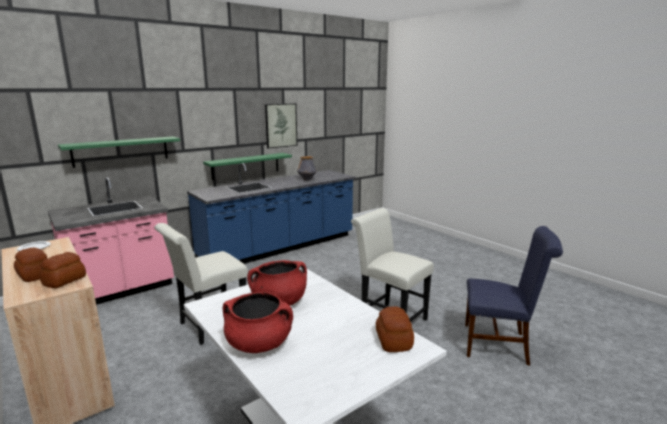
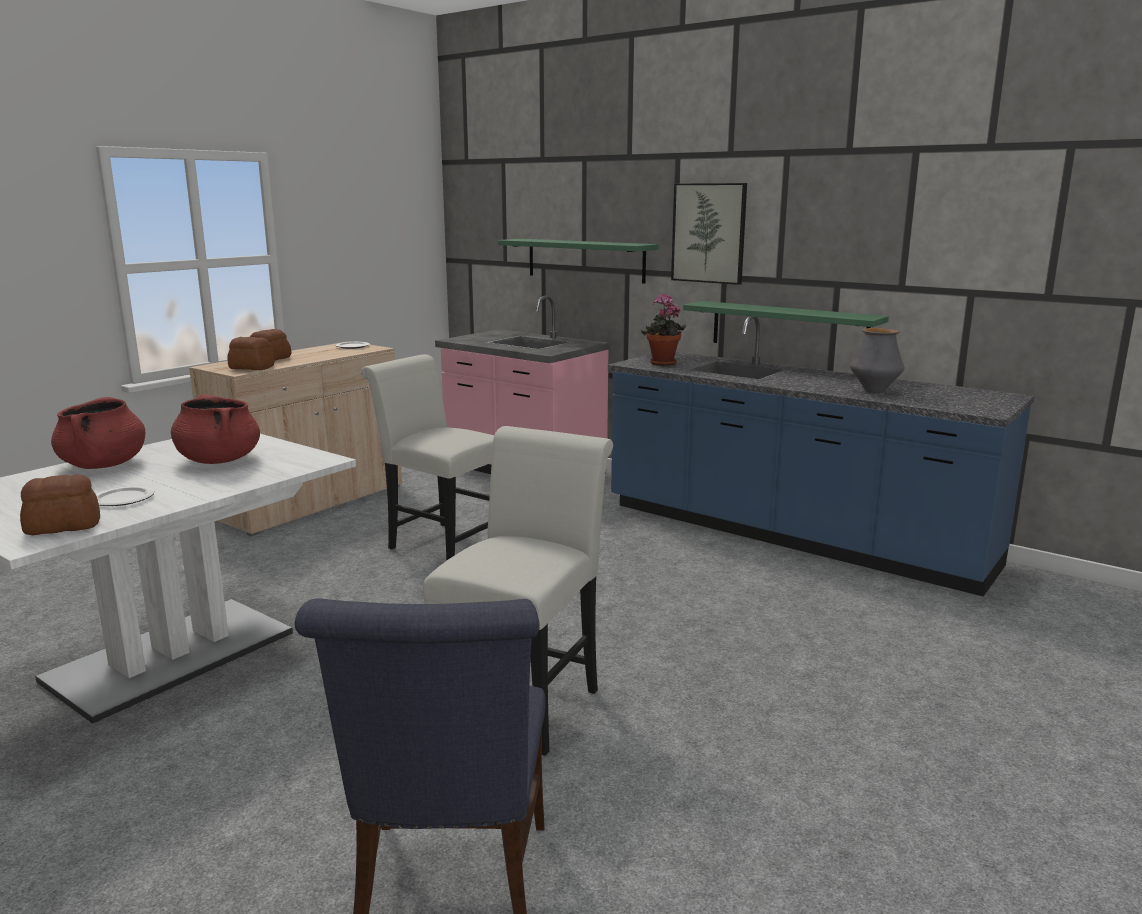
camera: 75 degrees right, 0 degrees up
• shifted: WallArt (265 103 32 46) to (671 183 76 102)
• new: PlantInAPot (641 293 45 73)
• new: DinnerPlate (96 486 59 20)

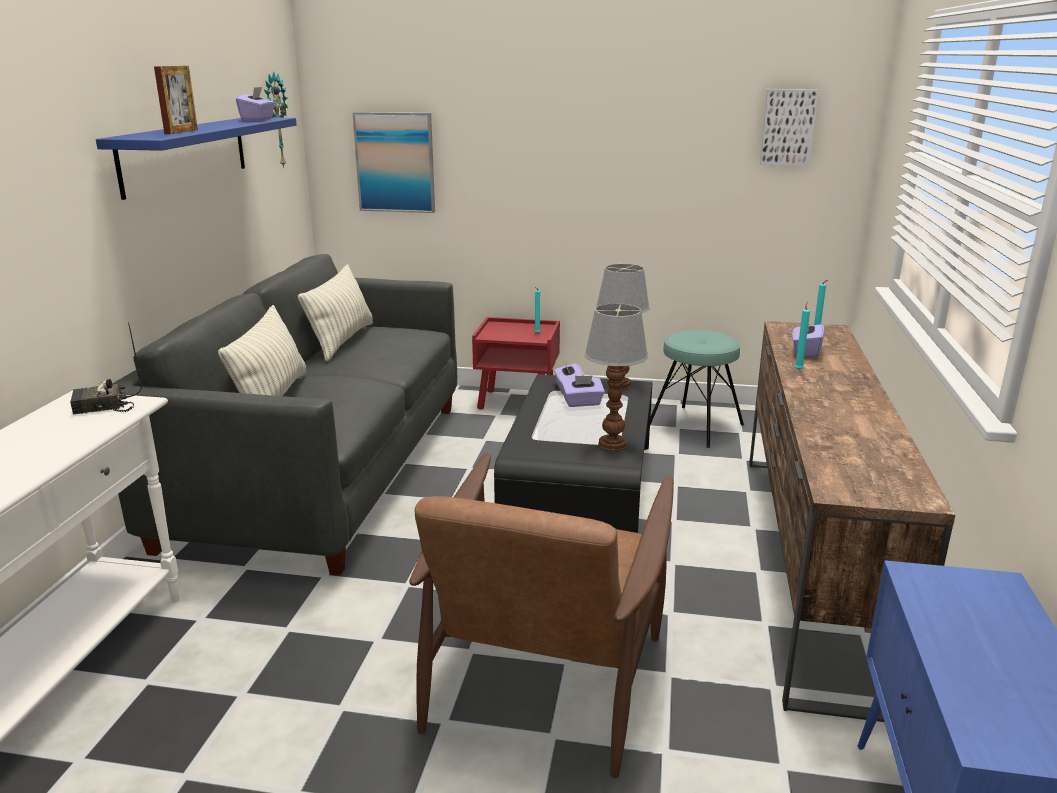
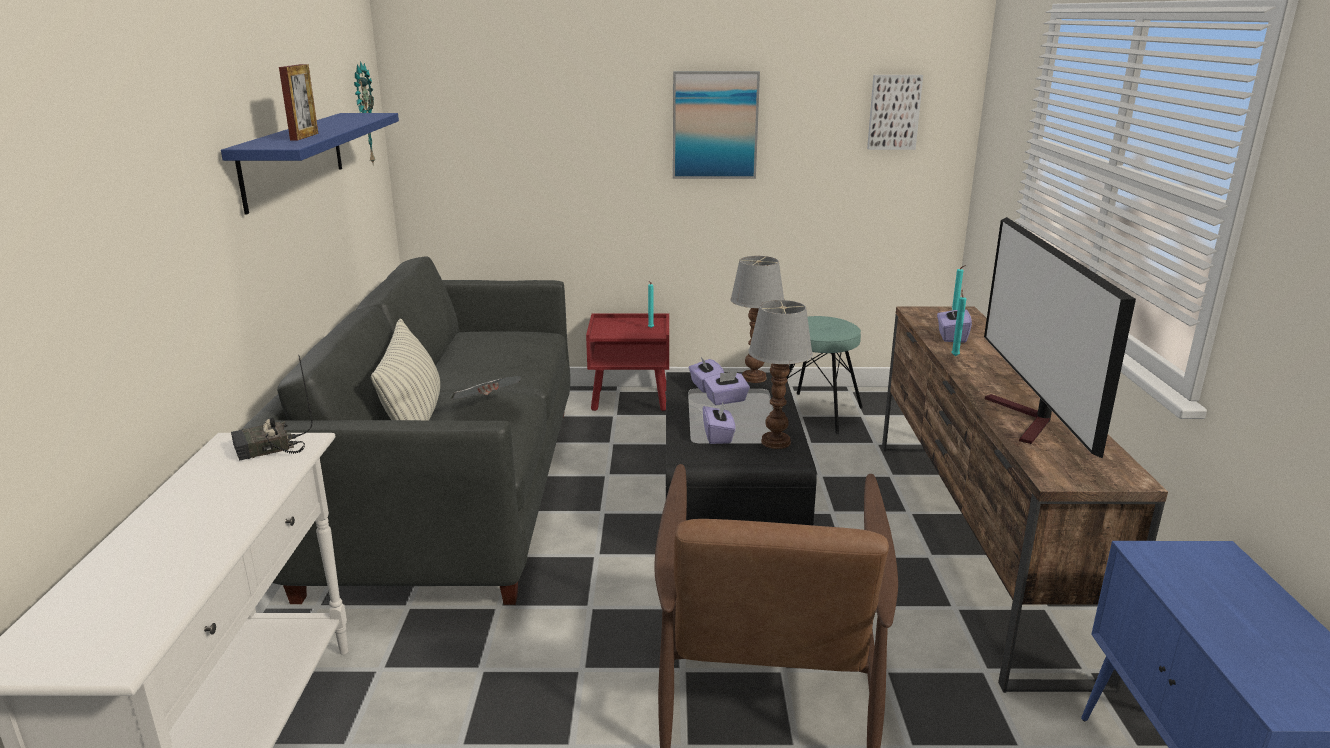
camera: 10 degrees left, 0 degrees up
• shifted: PurpleBoxOfTissues (236 87 39 34) to (702 403 34 41)
• shifted: WallArt (352 112 83 101) to (673 71 87 108)
• gone: ThrowPillow (298 264 75 98)
• new: Tv (984 217 152 242)
• new: Newspaper (449 376 72 24)

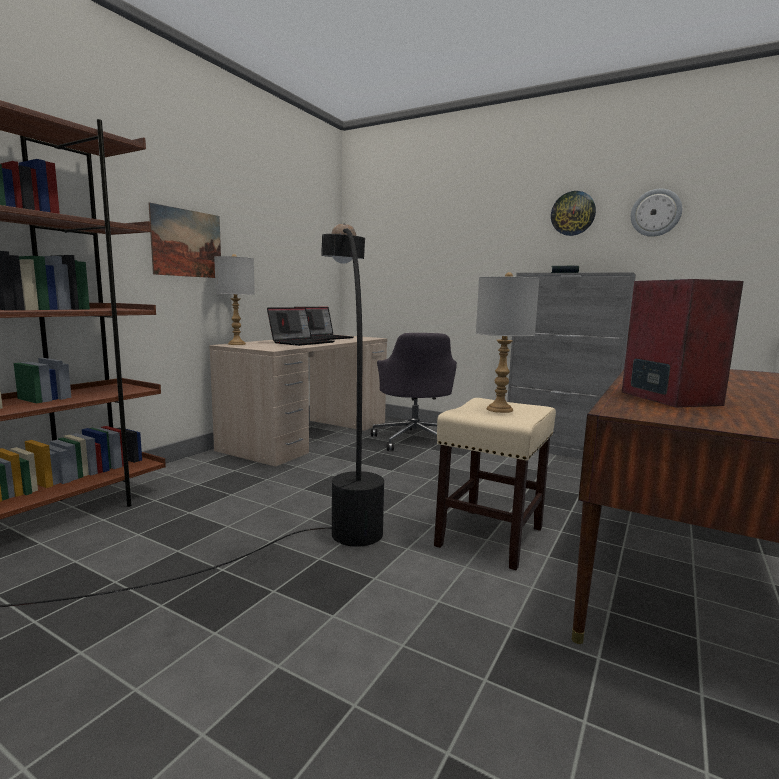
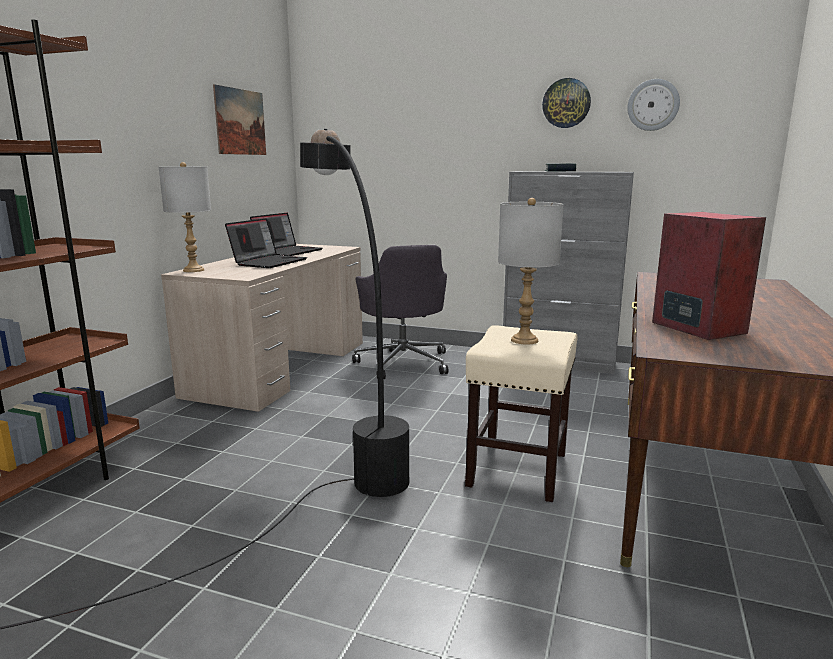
camera: 10 degrees left, 5 degrees up
• shifted: WallArt (148 203 73 75) to (213 84 53 71)

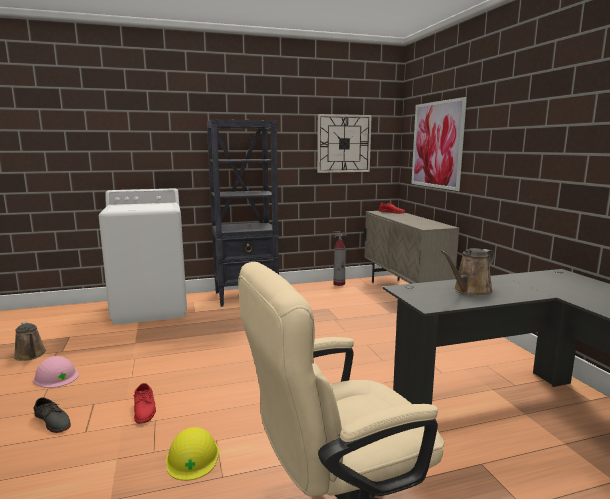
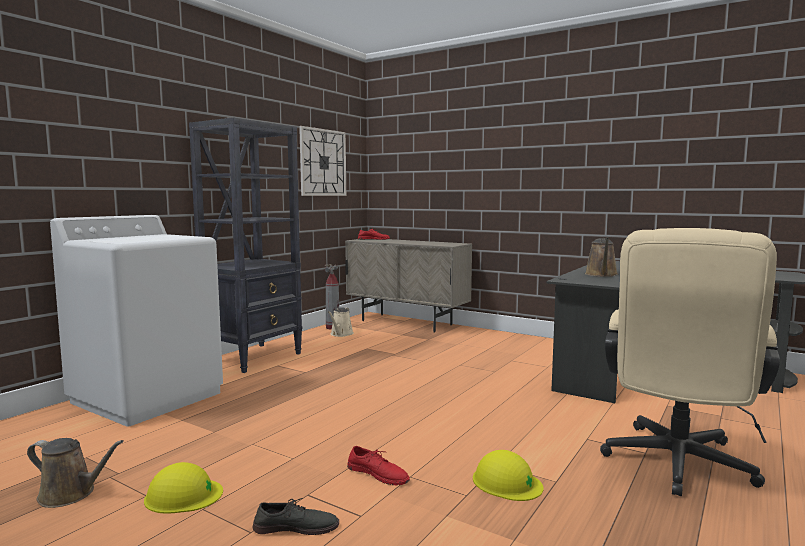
camera: 40 degrees left, 5 degrees down
• gone: WallArt (411 97 56 94)
• repainted: PinkColouredSafetyHelmet (33 356 46 32) to YellowishSafetyHelmet (144 462 79 52)
• new: BeigeWateringPot (328 307 26 30)

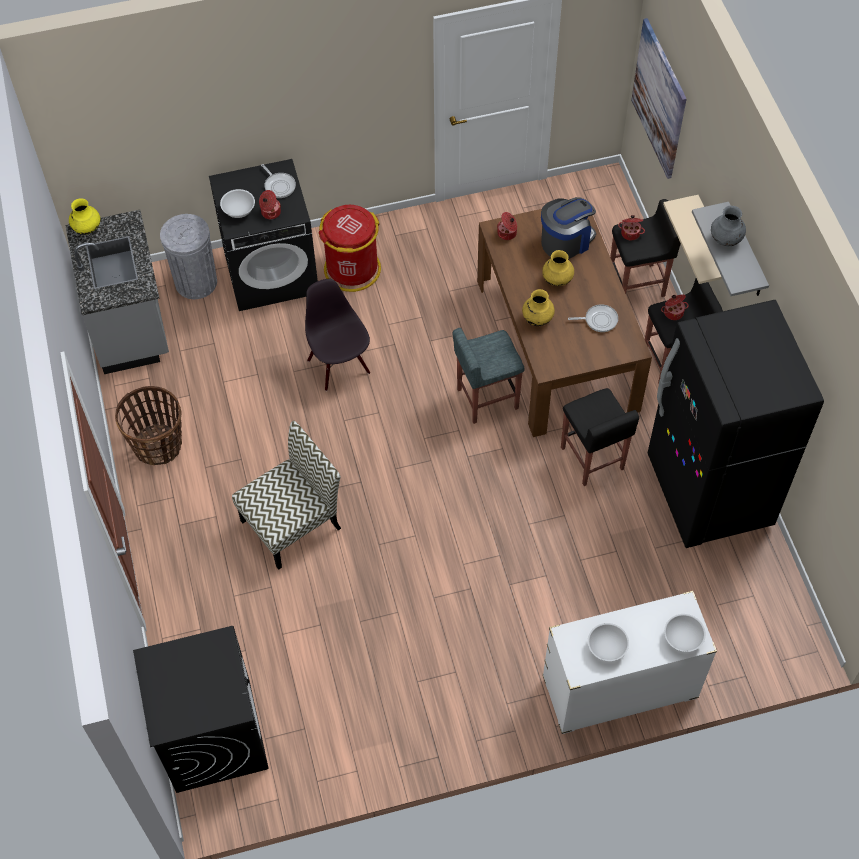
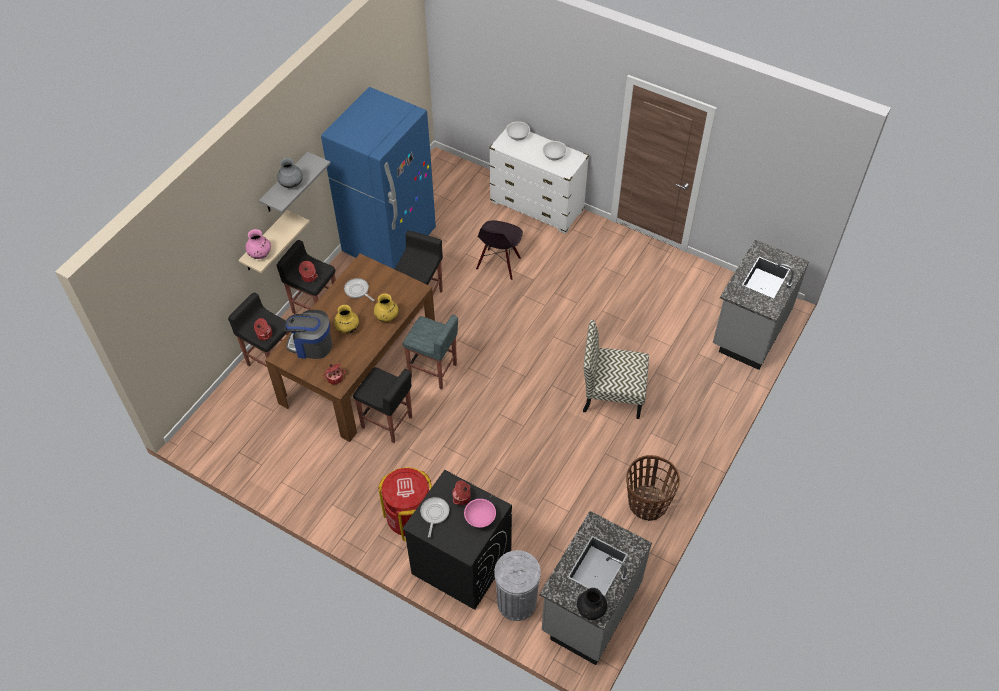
camera: 135 degrees left, 5 degrees down
• gone: WallArt (631 18 56 161)
• repainted: WhitishDeepDish (220 189 35 29) to PinkColouredDeepDish (464 499 32 29)
• repainted: YellowishVase (69 198 32 37) to BlackishVase (577 588 30 32)
• shifted: BlackishPlainChair (305 279 65 112) to (476 220 47 60)
• repainted: BlackishFridge (648 300 176 248) to BluishFridge (321 87 115 182)
• swapped: BlackishLaundryMachine (133 626 136 167) to GrayKitchenBaseUnit (713 240 96 130)
• new: PinkColouredVase (245 229 26 30)
• new: BlackishStoolSeat (353 367 59 76)

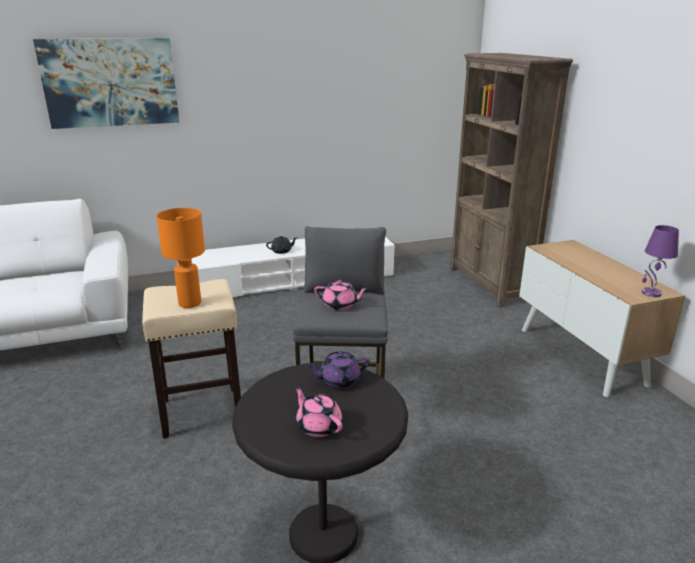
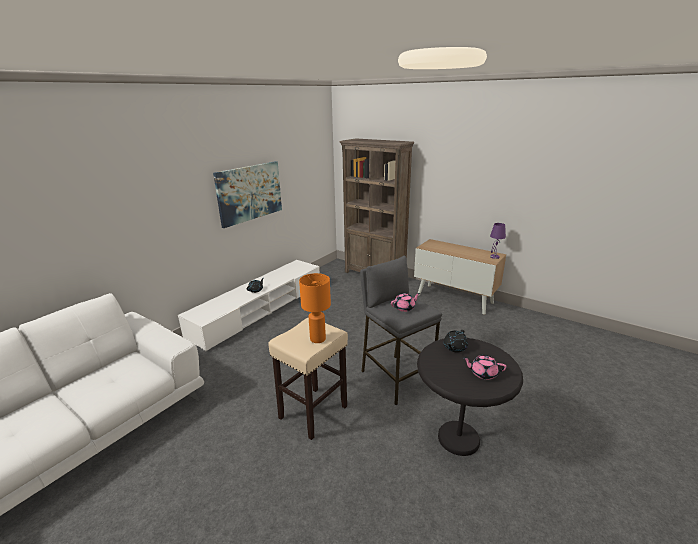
camera: 35 degrees left, 0 degrees up
• shifted: WallArt (33 38 147 91) to (213 161 69 67)
• repainted: PurpleTeaPot (306 352 64 36) to BlackishTeaPot (444 330 24 22)

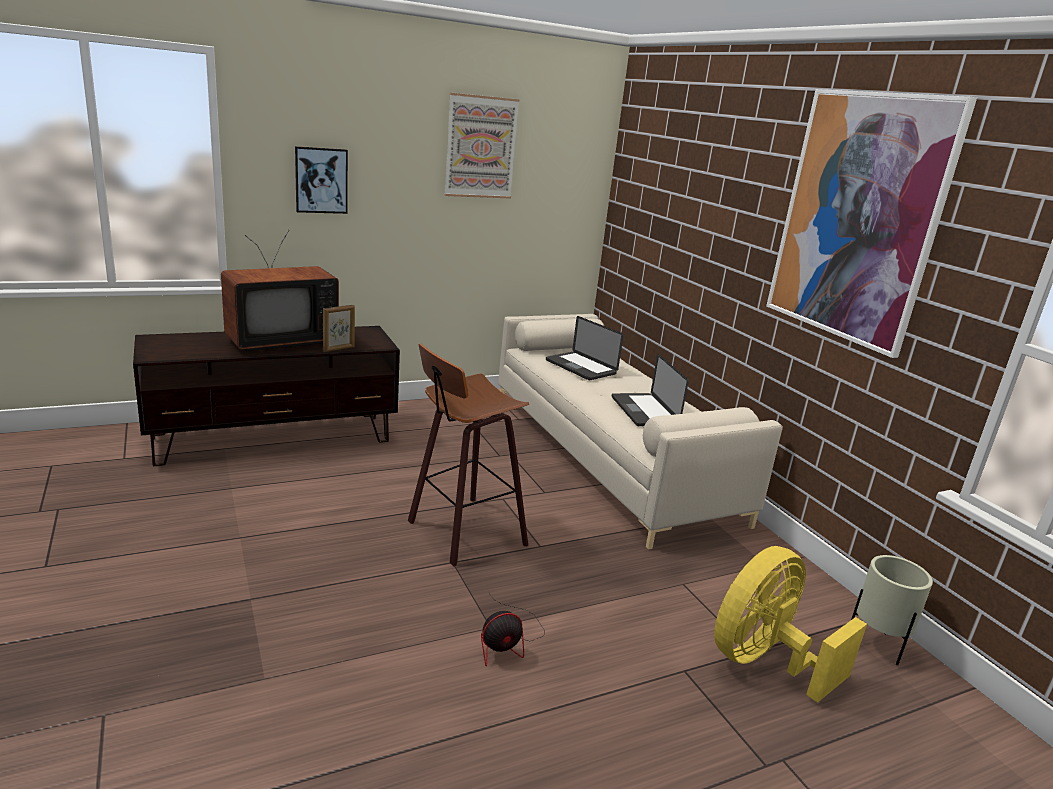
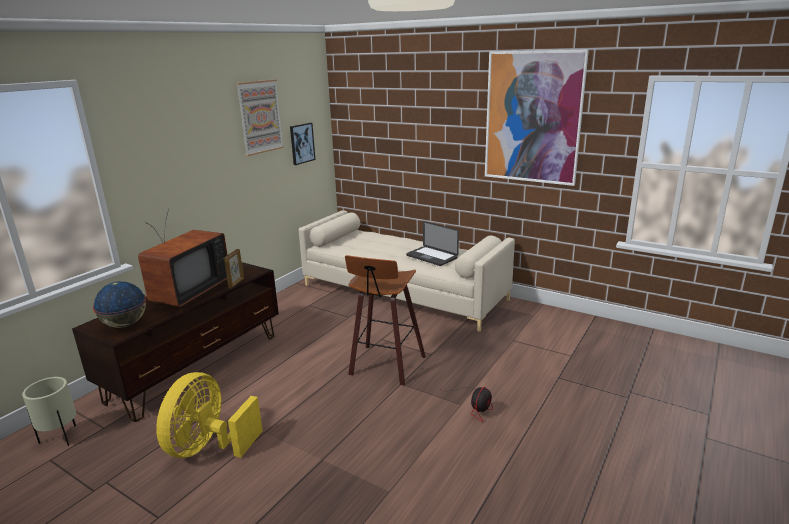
camera: 30 degrees left, 0 degrees up
• shifted: WallArt (295 146 53 68) to (290 123 26 42)
• gone: Laptop (546 316 78 64)
• shifted: YellowishCoolingFan (714 546 153 157) to (156 372 107 86)
• shifted: BeigeFlowerPot (851 555 82 110) to (22 377 54 69)
• new: Globe (93 281 53 47)

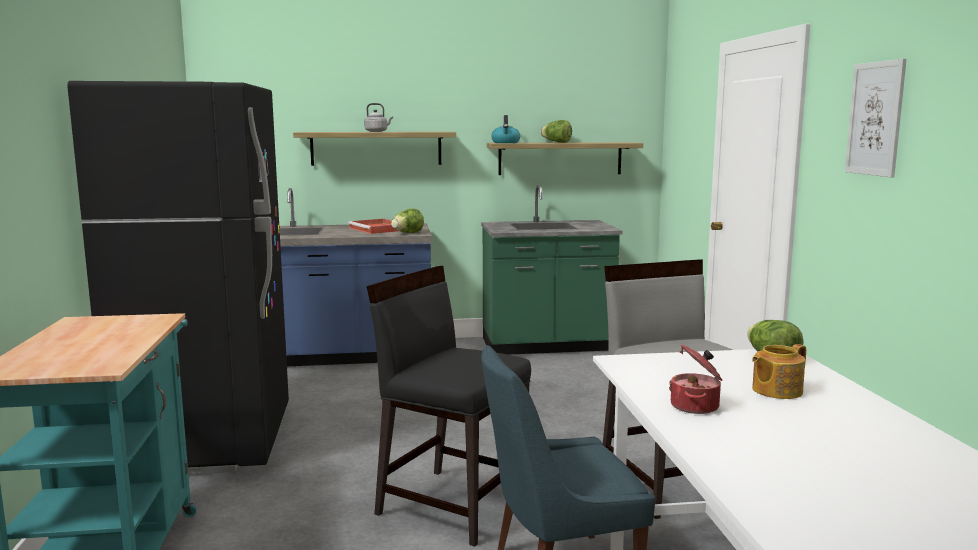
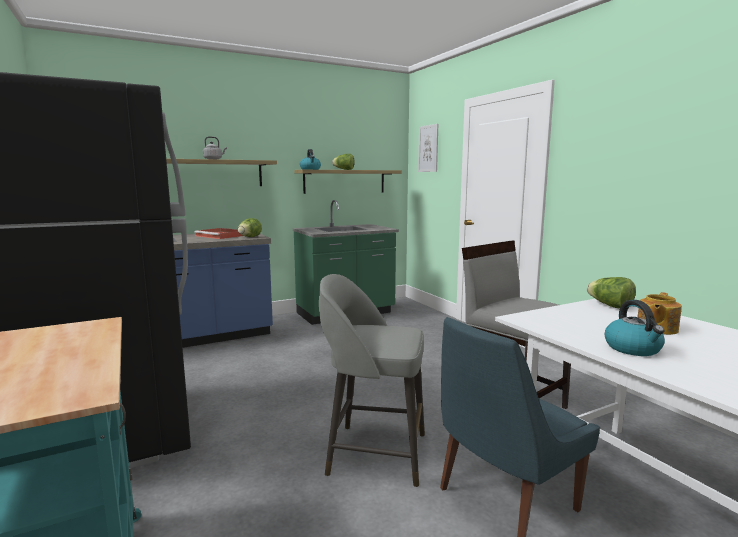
camera: 20 degrees left, 0 degrees up
• shifted: WallArt (845 59 61 118) to (418 124 20 48)
• swapped: BlackishPlainChair (367 266 164 281) to GrayStoolSeat (319 274 106 213)
• swapped: CookingPot (669 344 53 70) to WaterKettle (605 300 60 56)

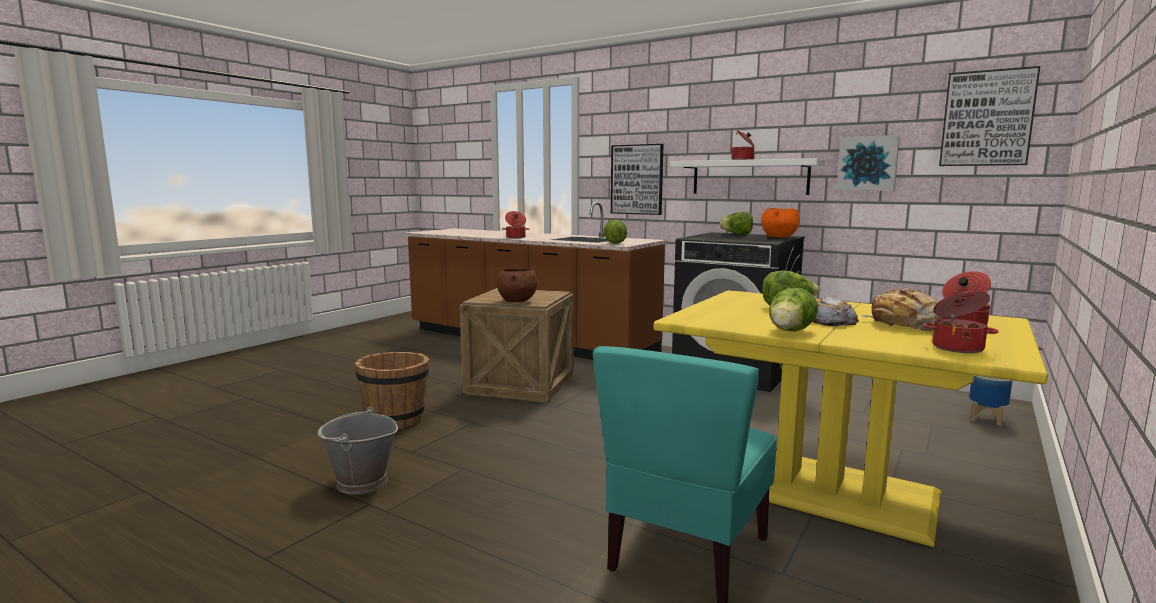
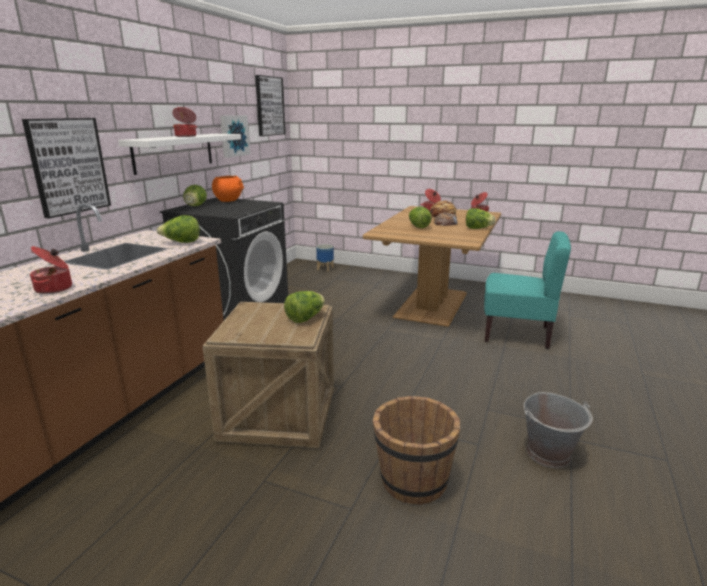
camera: 100 degrees left, 10 degrees up
• swapped: BrownishDeepDish (497 268 41 34) to HeadOfLettuce (284 291 41 32)
• repainted: YellowishKitchenTable (653 290 395 257) to BrownishKitchenTable (363 206 138 121)

